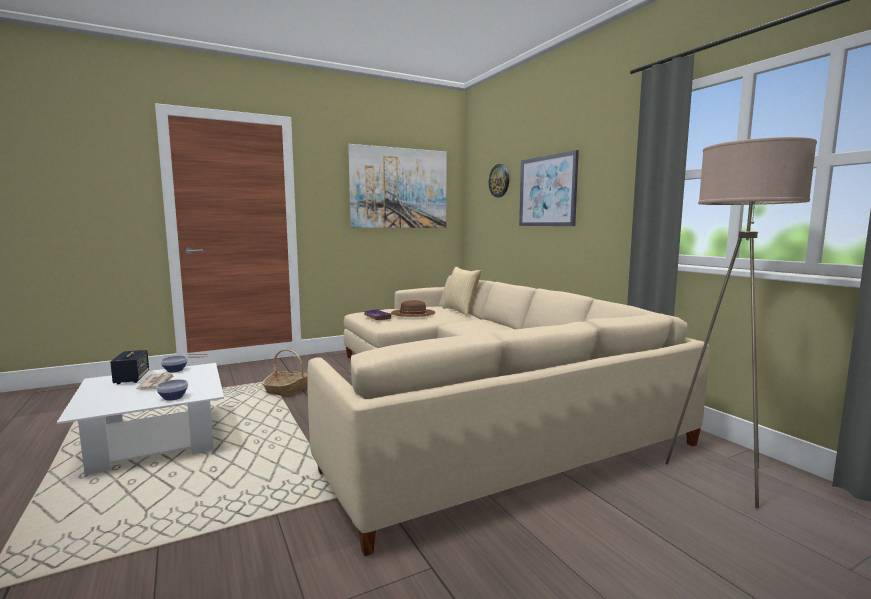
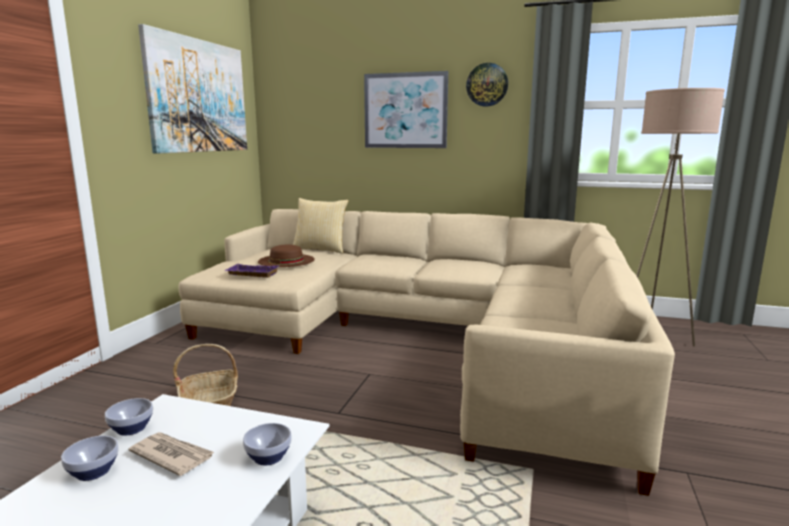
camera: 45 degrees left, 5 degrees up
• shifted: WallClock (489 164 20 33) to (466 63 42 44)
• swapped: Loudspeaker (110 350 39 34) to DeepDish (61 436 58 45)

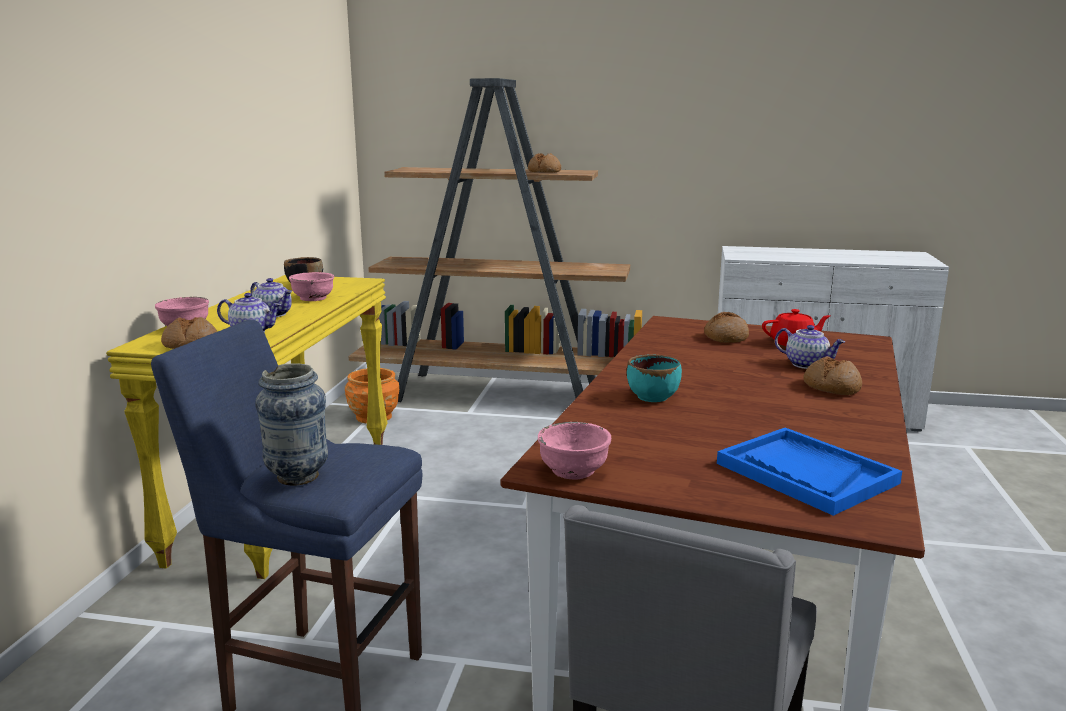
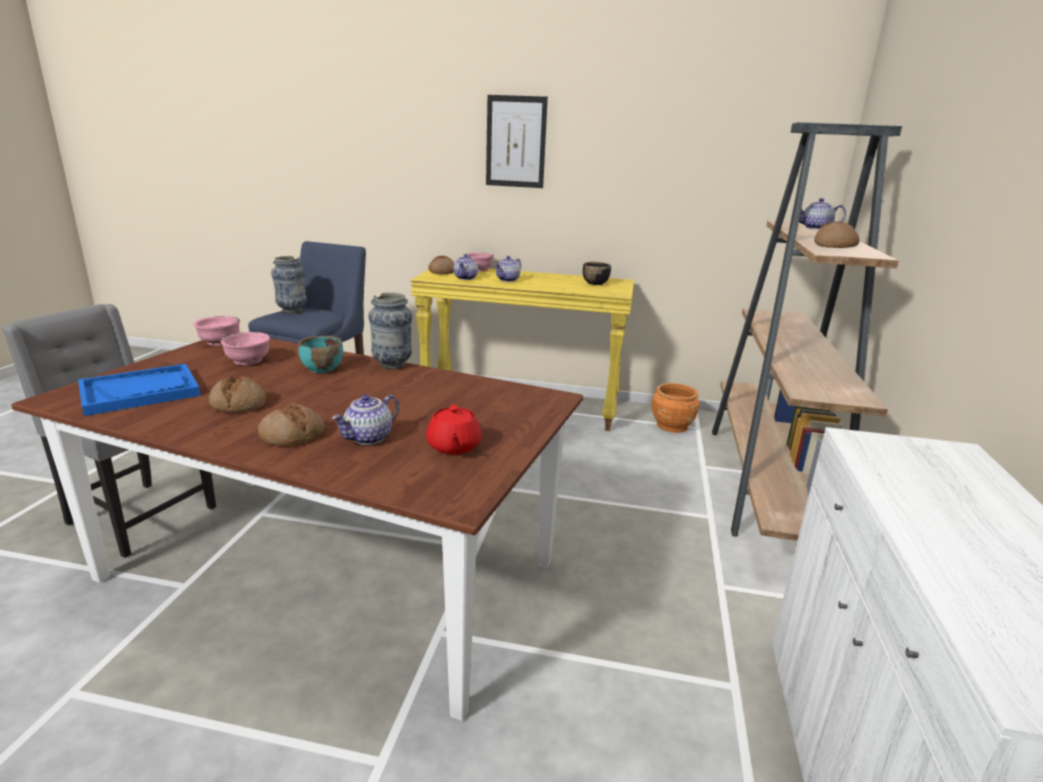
camera: 90 degrees right, 5 degrees up
• shifted: PinkColouredDeepDish (289 272 45 29) to (221 332 49 33)
• shifted: Bread (704 312 45 31) to (208 376 58 36)
• new: WallArt (486 95 62 93)
• new: TeaPot (799 198 47 32)
• new: Vase (368 293 44 77)

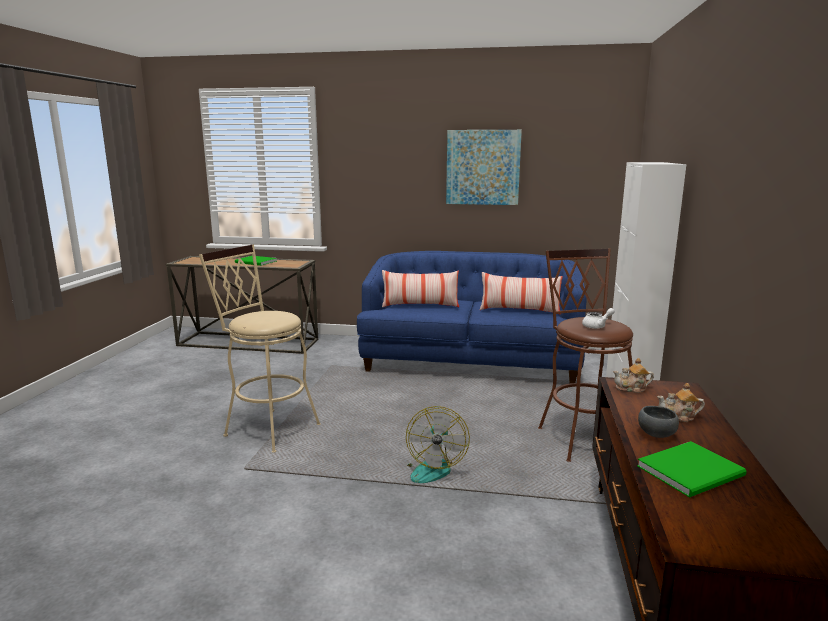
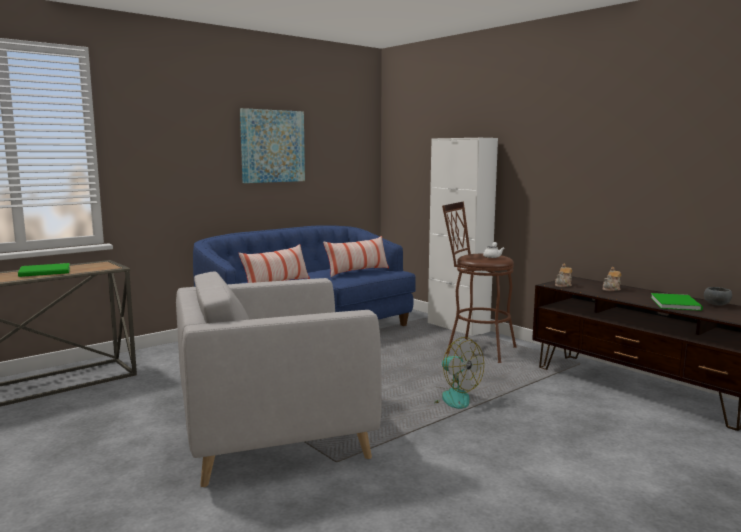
camera: 50 degrees left, 5 degrees down
• swapped: BeigeStoolSeat (199 244 122 209) to GrayArmchair (176 271 206 216)
• shifted: GrayDeepDish (638 406 41 32) to (704 287 28 19)

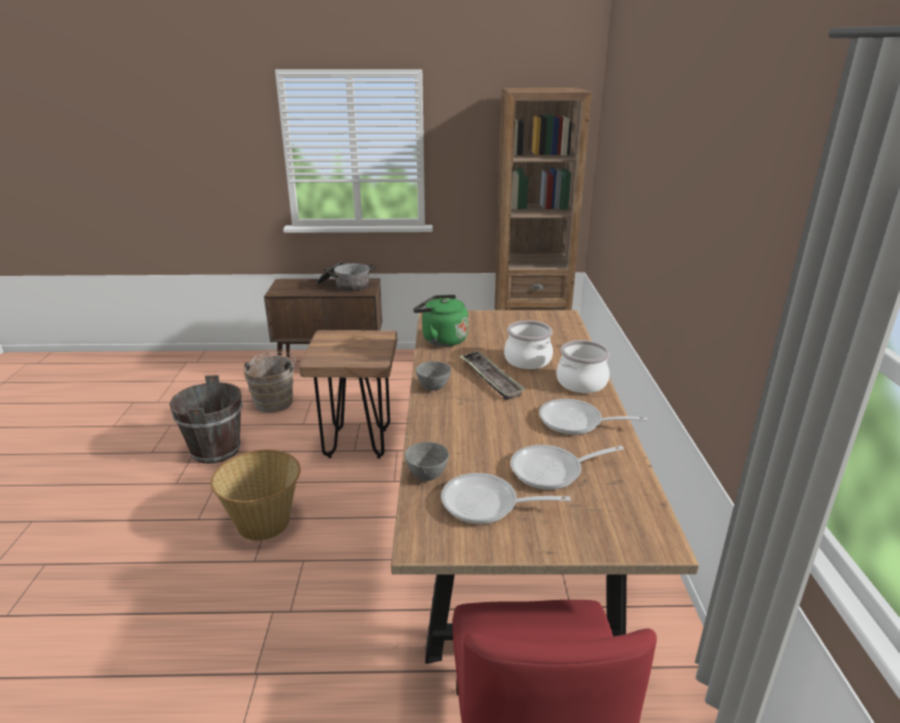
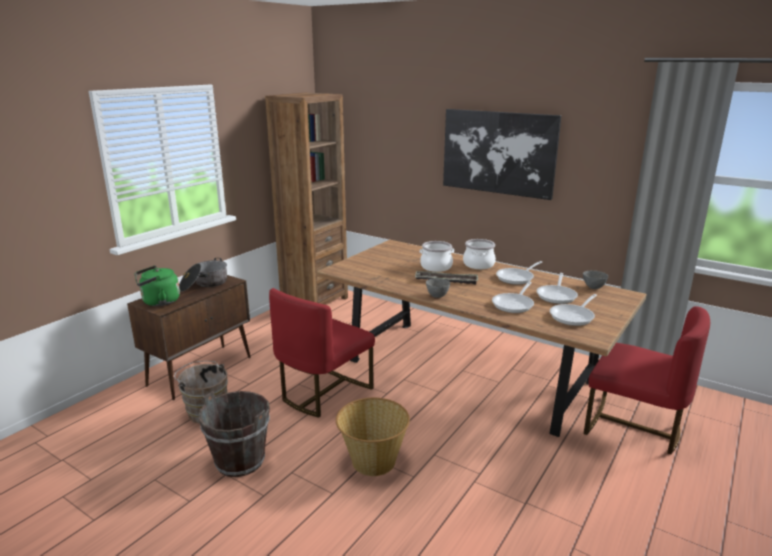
camera: 55 degrees left, 5 degrees down
• shifted: GreenColouredWaterKettle (413 295 55 51) to (135 266 45 40)
• swapped: BrownishStoolSeat (299 330 98 129) to RedColouredPlainChair (269 288 106 130)
• shifted: GrayDeepDish (405 442 44 39) to (583 271 25 18)
• new: WallArt (443 109 118 91)
• new: Skillet (492 282 42 31)

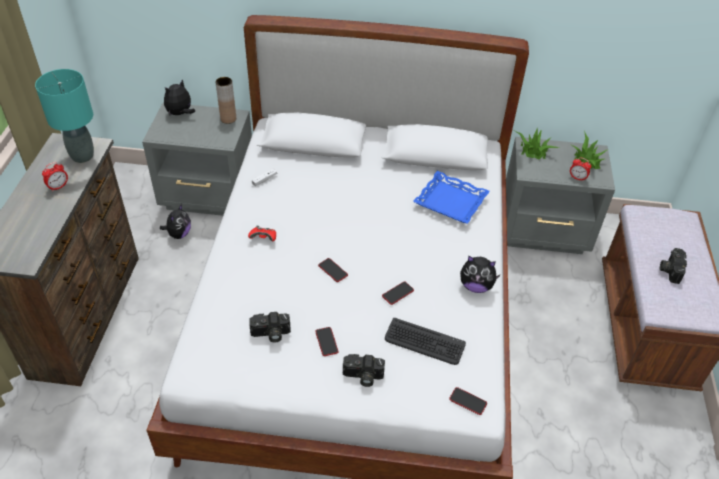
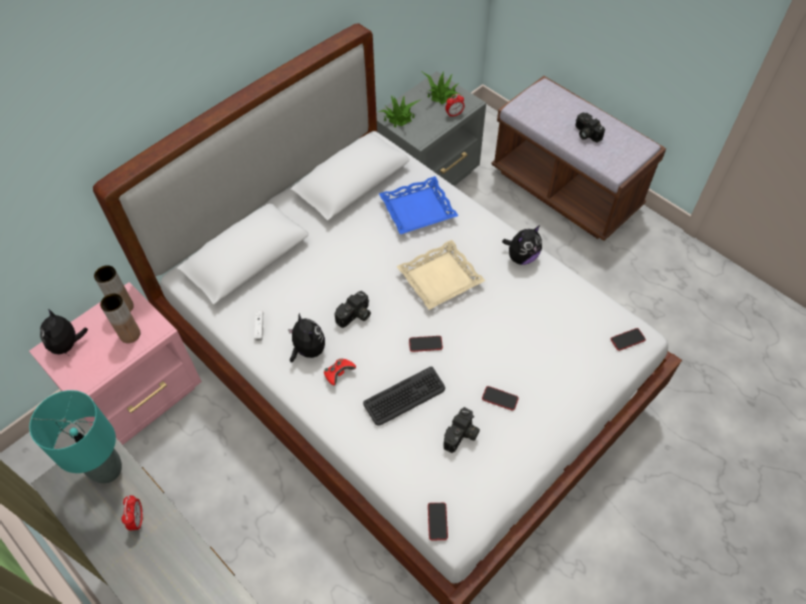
camera: 50 degrees left, 10 degrees up
• repainted: GrayBedsideTable (142 102 110 114) to PinkColouredBedsideTable (29 282 173 163)
• shifted: CuddlyToy (160 204 31 35) to (288 313 37 49)
• shifted: Handset (382 281 32 24) to (428 503 20 37)
• shifted: PcKeyboard (385 318 81 47) to (363 366 82 60)
• shifted: StillCamera (343 354 42 33) to (335 291 36 37)
• new: BeigeServingTray (396 240 89 70)
• new: BrownishVase (100 293 41 50)

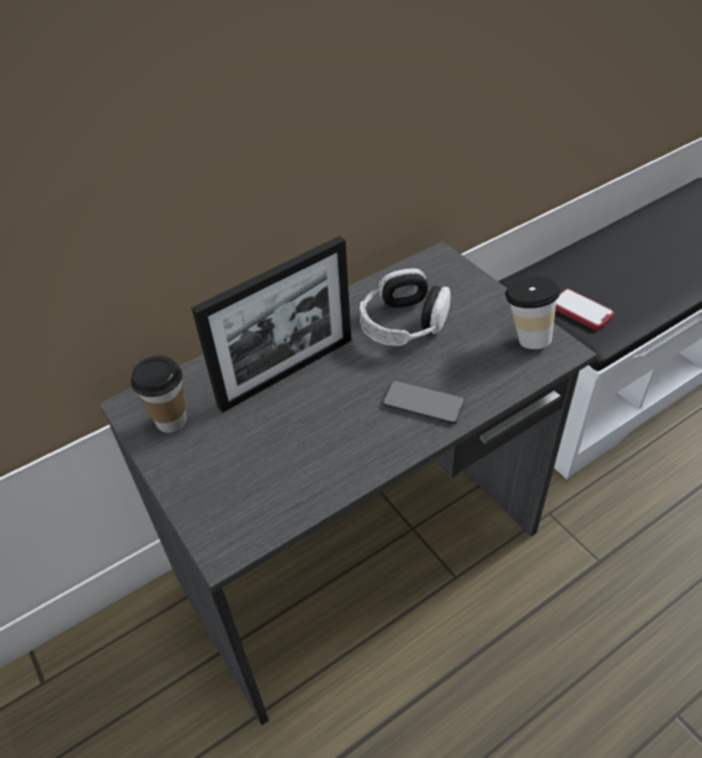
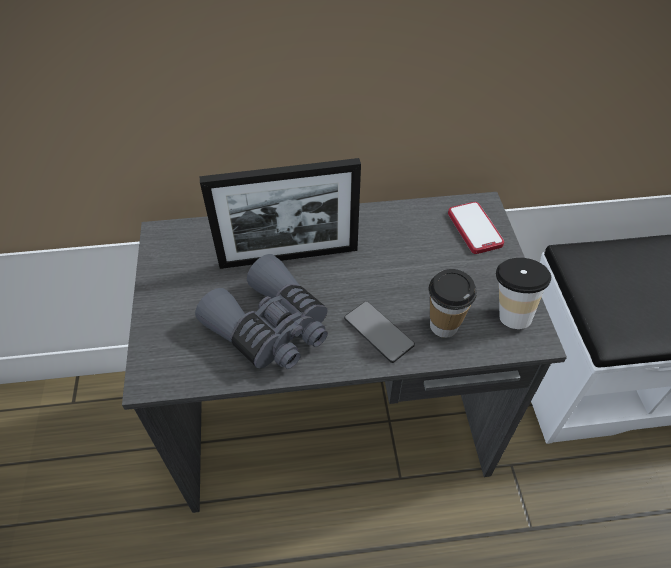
camera: 25 degrees right, 5 degrees up
• gone: Headset (359 268 92 78)
• shifted: Handset (555 289 59 41) to (448 202 56 52)
• shifted: Cup (131 356 56 77) to (429 269 48 69)
• new: GrayFieldGlasses (195 254 133 115)

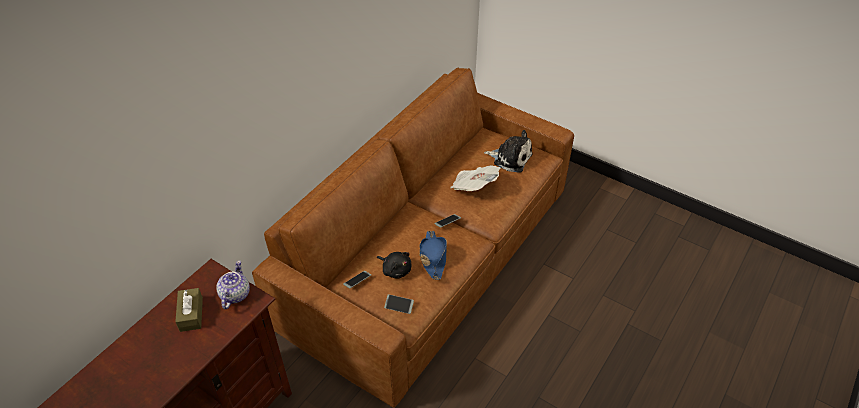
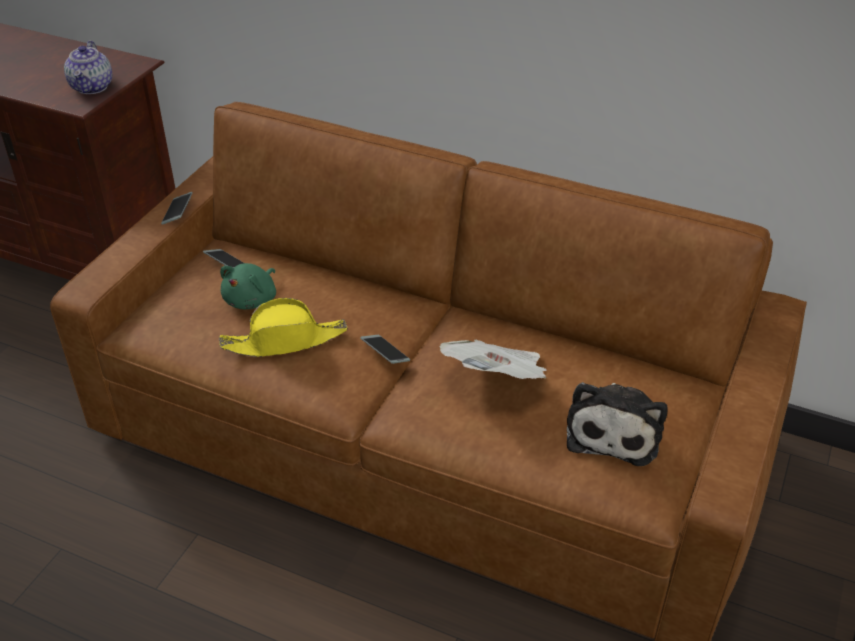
camera: 80 degrees right, 5 degrees down
• repainted: BluishClothingHat (419 231 28 49) to YellowishClothingHat (219 298 129 59)
• repainted: BlackishCuddlyToy (377 252 34 27) to GreenColouredCuddlyToy (220 263 56 46)
• rotated: TeaPot (216 261 34 48) = (64 41 48 53) 90 degrees clockwise
• gone: BrownishBoxOfTissues (175 288 28 44)
• shifted: Handset (384 294 30 20) to (161 192 32 33)

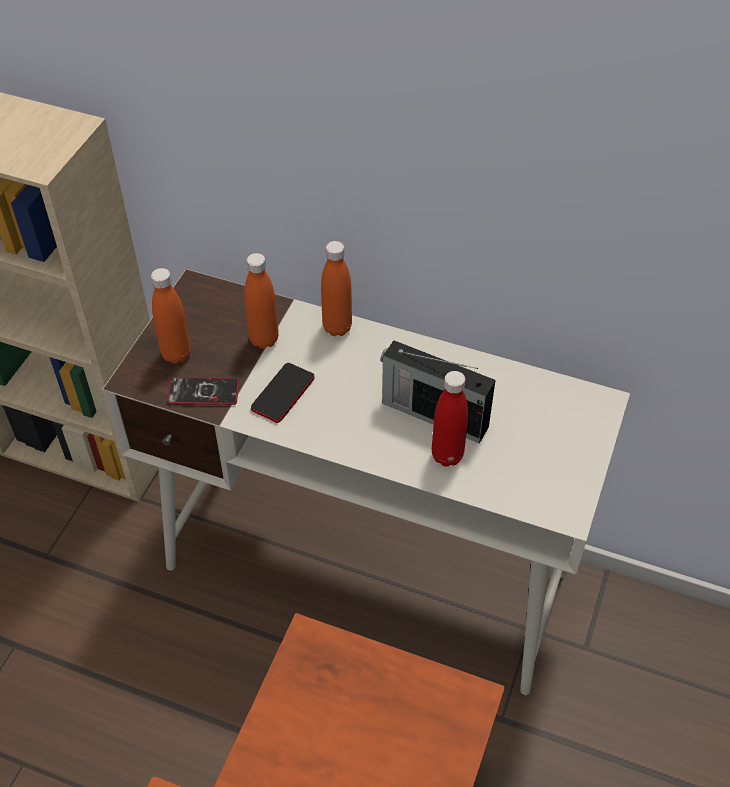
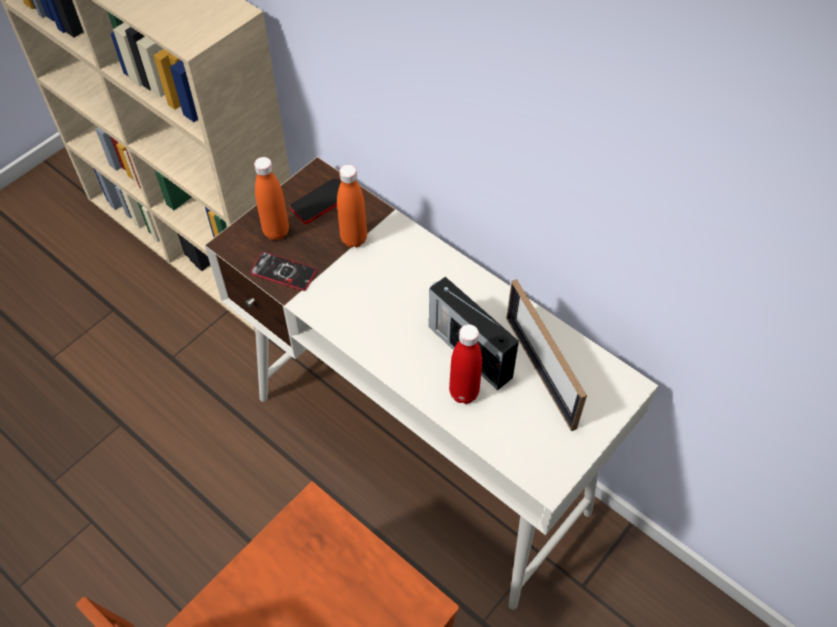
camera: 20 degrees right, 5 degrees up
• gone: OrangeyDrinkBottle (321 241 31 95)
• shifted: Handset (251 363 64 60) to (289 178 51 46)
• new: PictureFrame (506 279 81 152)

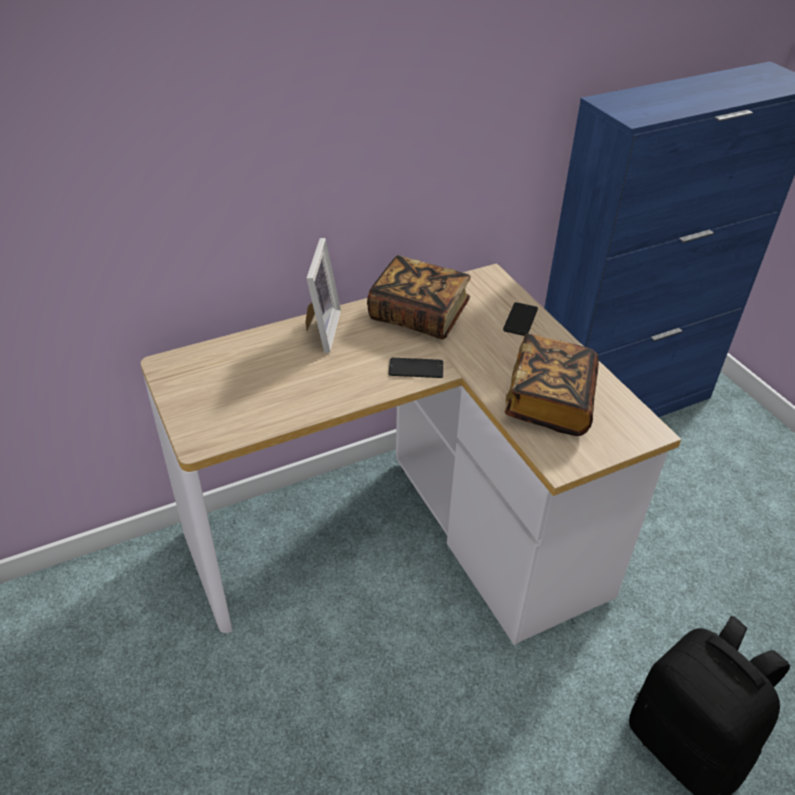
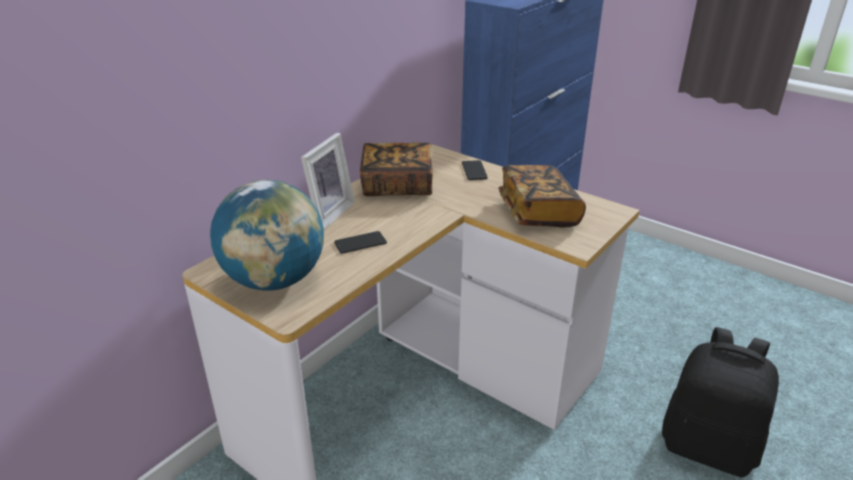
camera: 25 degrees left, 10 degrees down
• rotated: PictureFrame (306 238 35 115) = (301 133 54 96) 45 degrees clockwise
• shifted: Handset (389 358 54 20) to (334 231 53 23)
• new: Globe (210 180 114 111)

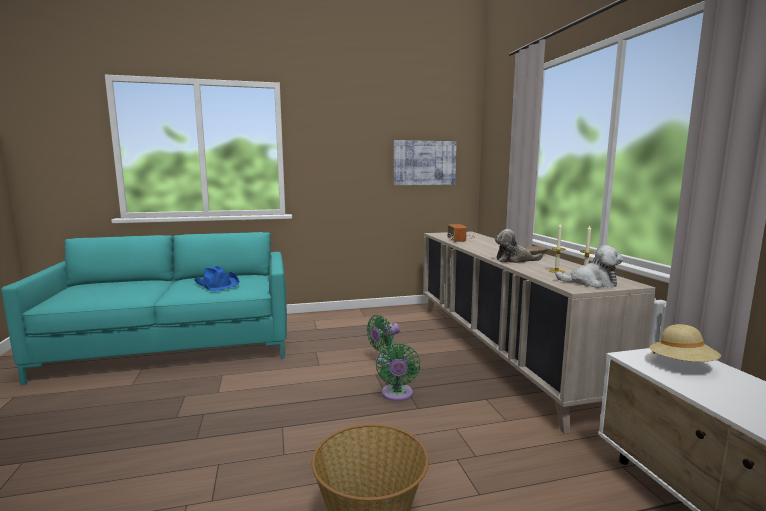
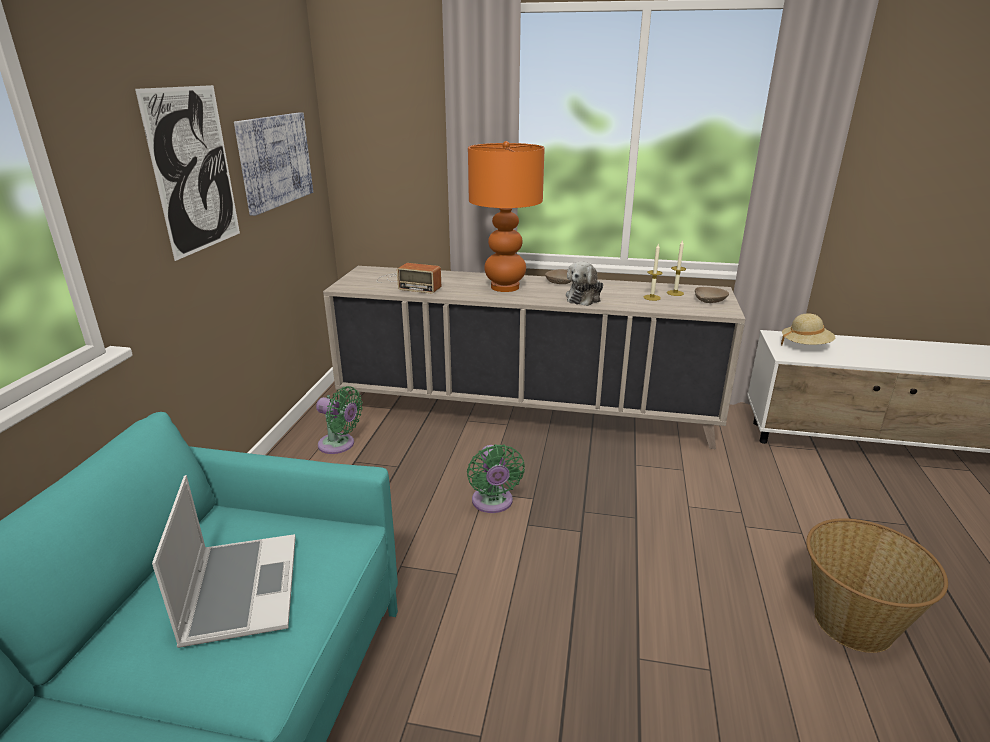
camera: 65 degrees left, 15 degrees up
• swapped: CuddlyToy (556 245 67 43) to BeigeDeepDish (695 287 34 16)
• swapped: BluishClothingHat (195 266 45 25) to Laptop (152 475 144 173)
• shifted: GreenColouredCoolingFan (376 343 44 58) to (316 386 47 68)
• new: WallArt (135 85 105 176)
• new: OrangeyTabletopLamp (468 141 77 151)

